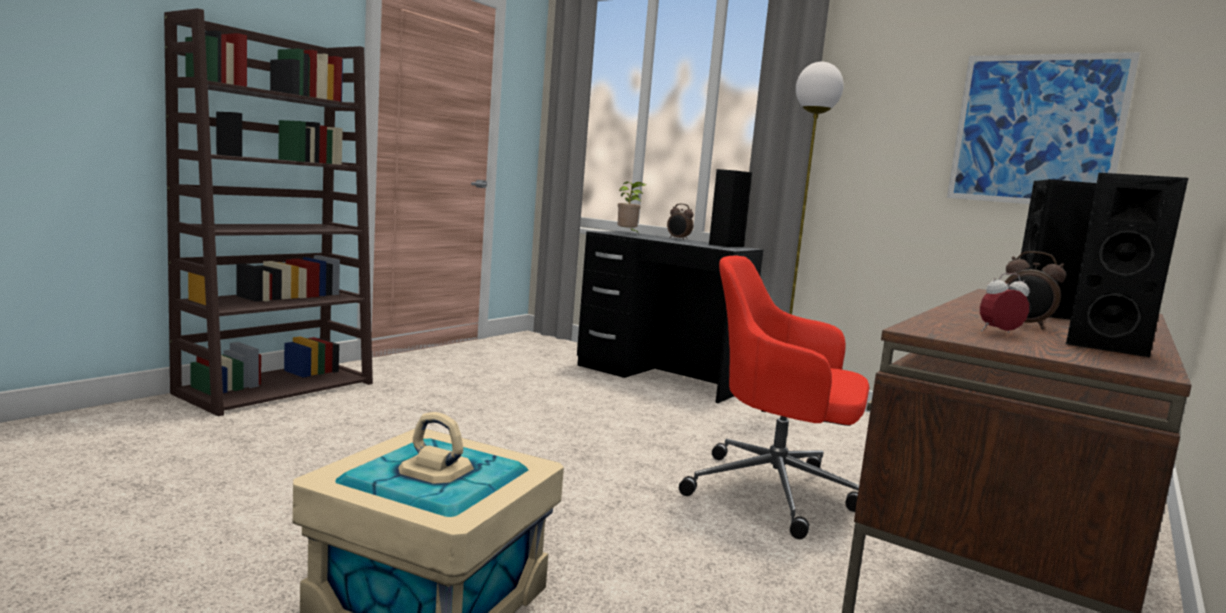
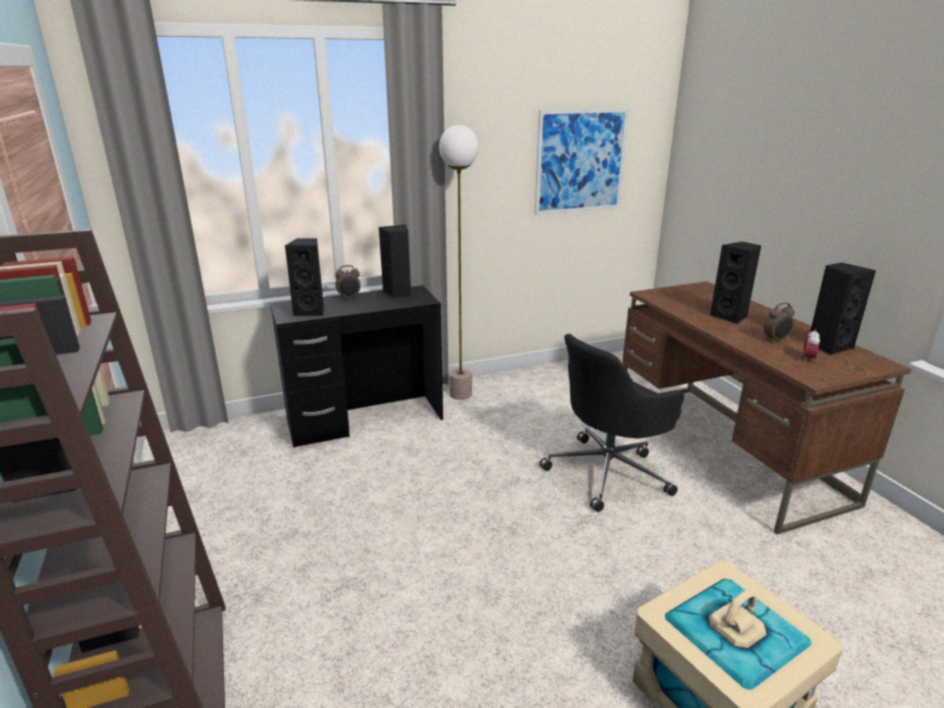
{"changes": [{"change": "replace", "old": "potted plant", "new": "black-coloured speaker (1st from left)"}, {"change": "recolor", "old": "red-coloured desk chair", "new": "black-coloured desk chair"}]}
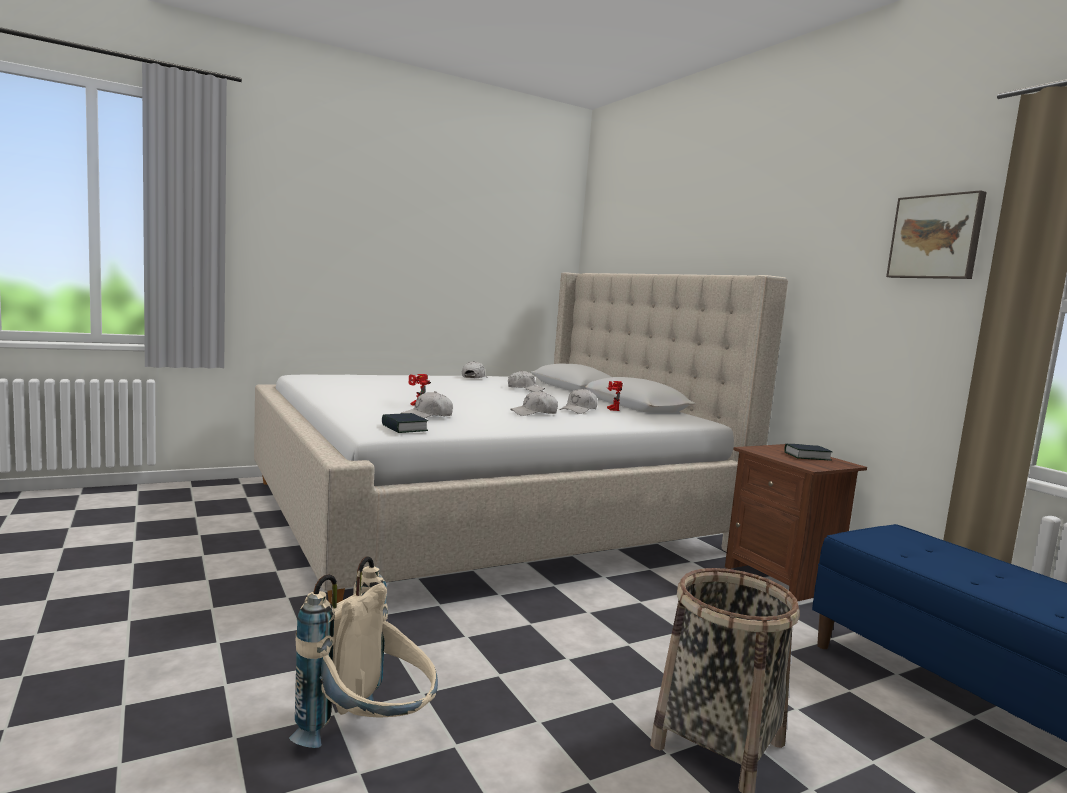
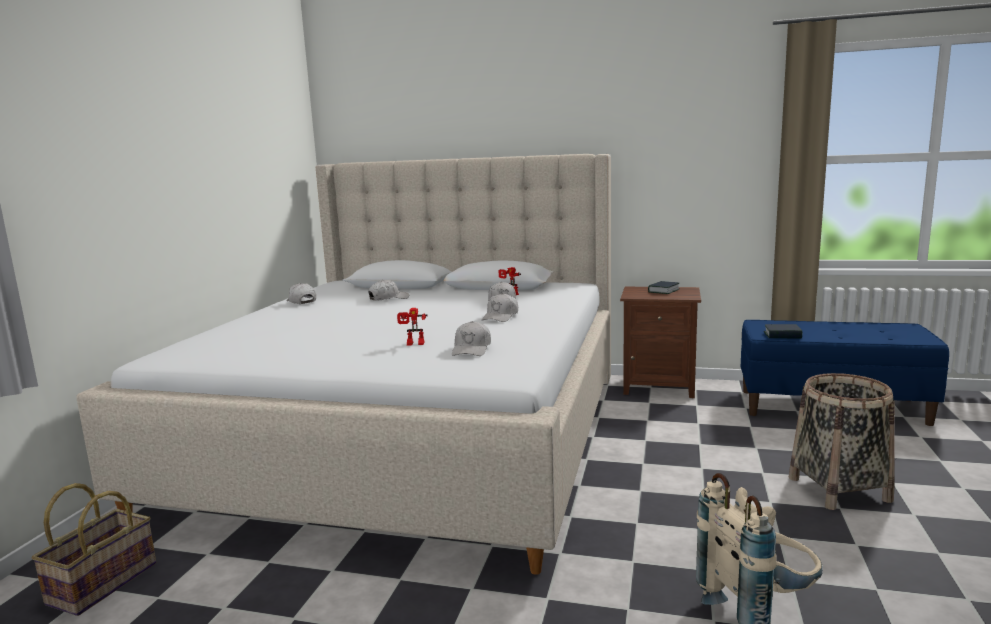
{"changes": [{"change": "insert", "new": "household basket (1st from left)"}, {"change": "move", "old": "volume (1st from left in the first image)", "new": "volume (2nd from left)"}, {"change": "delete", "old": "wall art"}]}
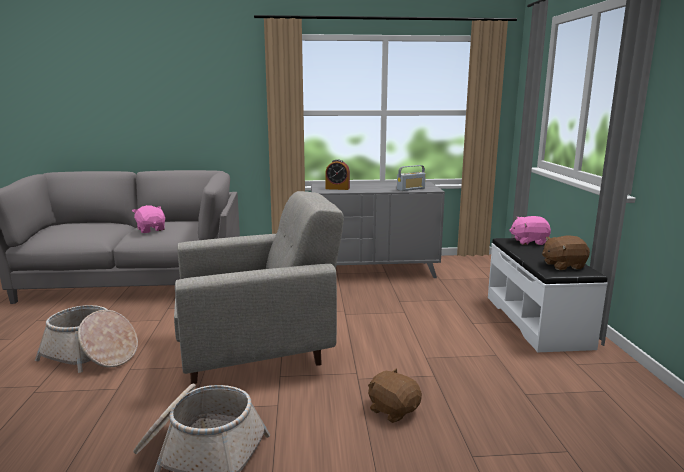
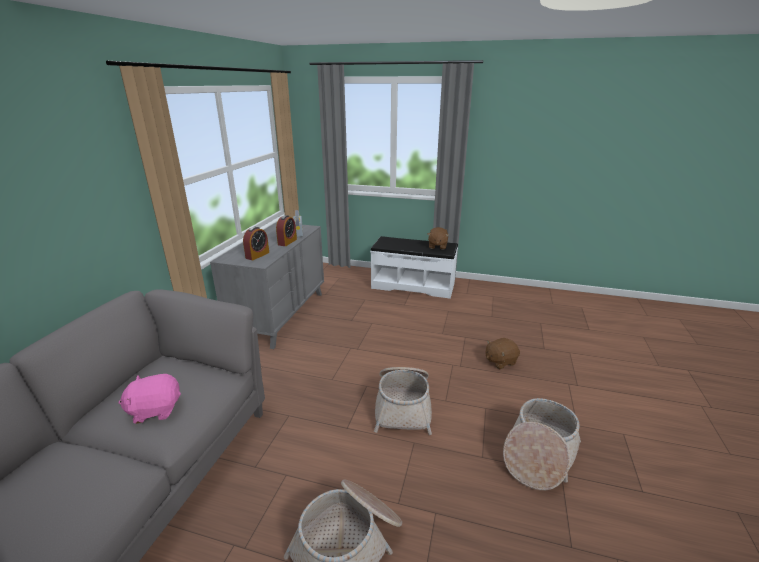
{"changes": [{"change": "insert", "new": "alarm clock (2nd from left)"}, {"change": "replace", "old": "grey easy chair", "new": "household basket (2nd from left)"}, {"change": "delete", "old": "pink-coloured cuddly toy (2nd from left)"}]}
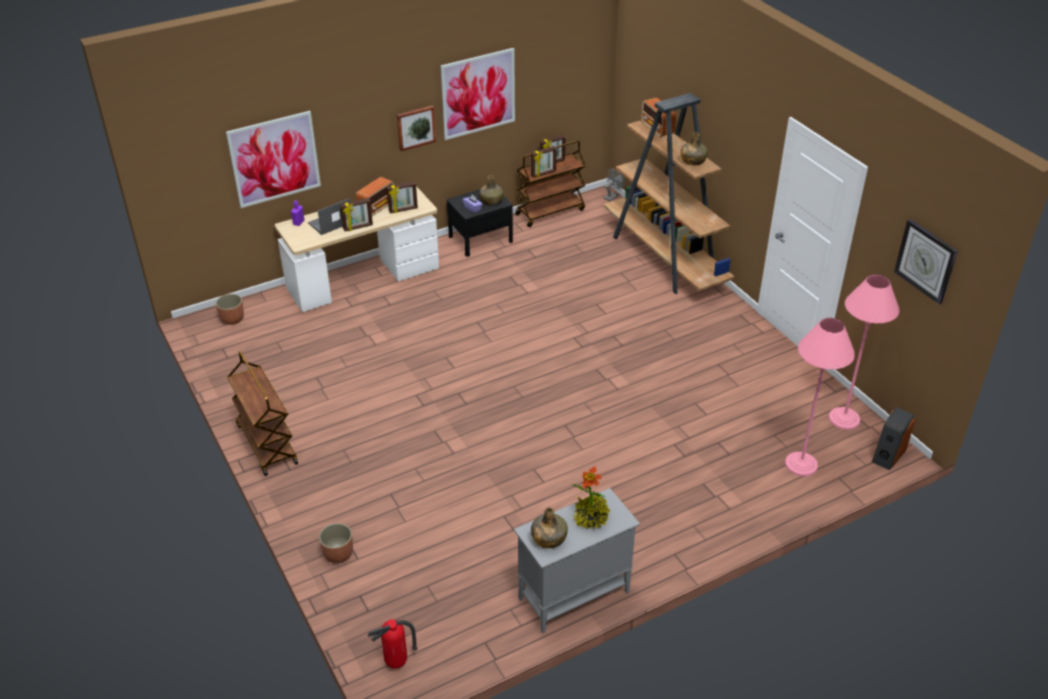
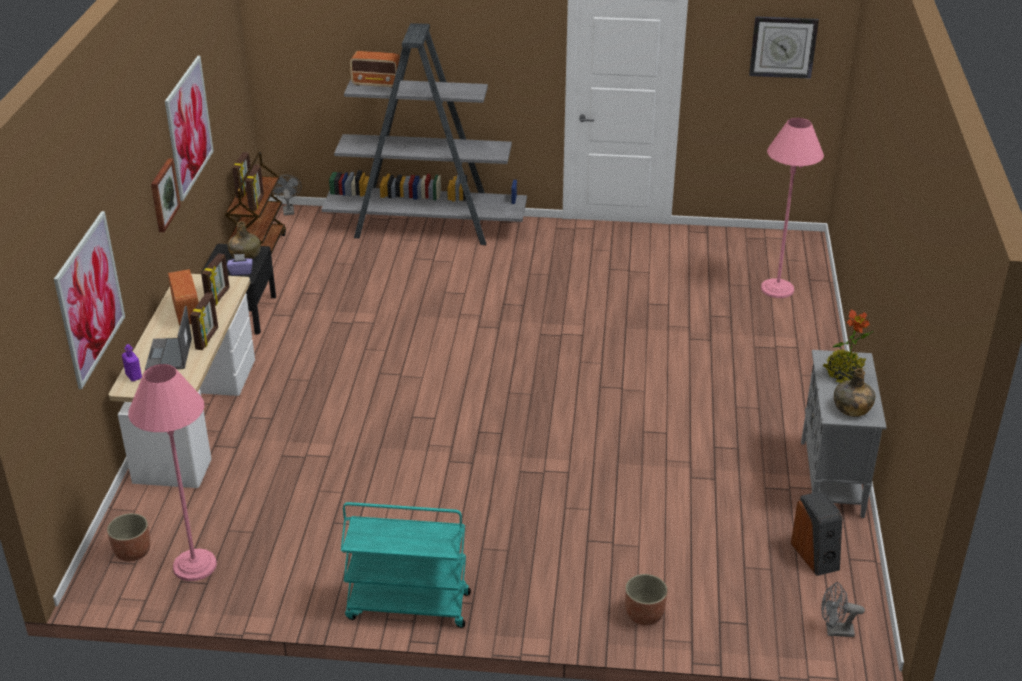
{"changes": [{"change": "move", "old": "pink-coloured floor lamp (2nd from left in the first image)", "new": "pink-coloured floor lamp (1st from left)"}, {"change": "recolor", "old": "brownish shelving unit", "new": "grey shelving unit"}, {"change": "recolor", "old": "brownish cart (1st from left)", "new": "turquoise cart"}, {"change": "move", "old": "speaker"}, {"change": "replace", "old": "fire extinguisher", "new": "grey cooling fan (2nd from left)"}, {"change": "delete", "old": "green bottle (3rd from left)"}]}
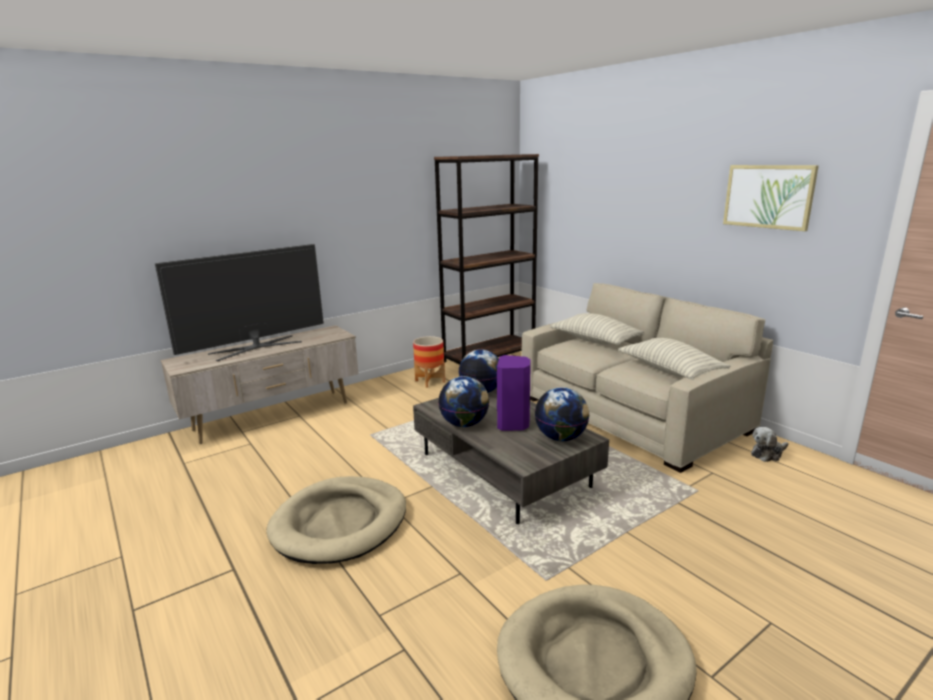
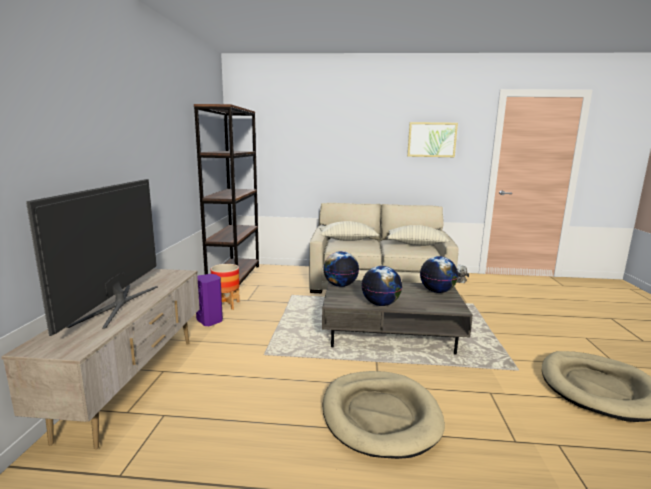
{"changes": [{"change": "move", "old": "purplish speaker"}]}
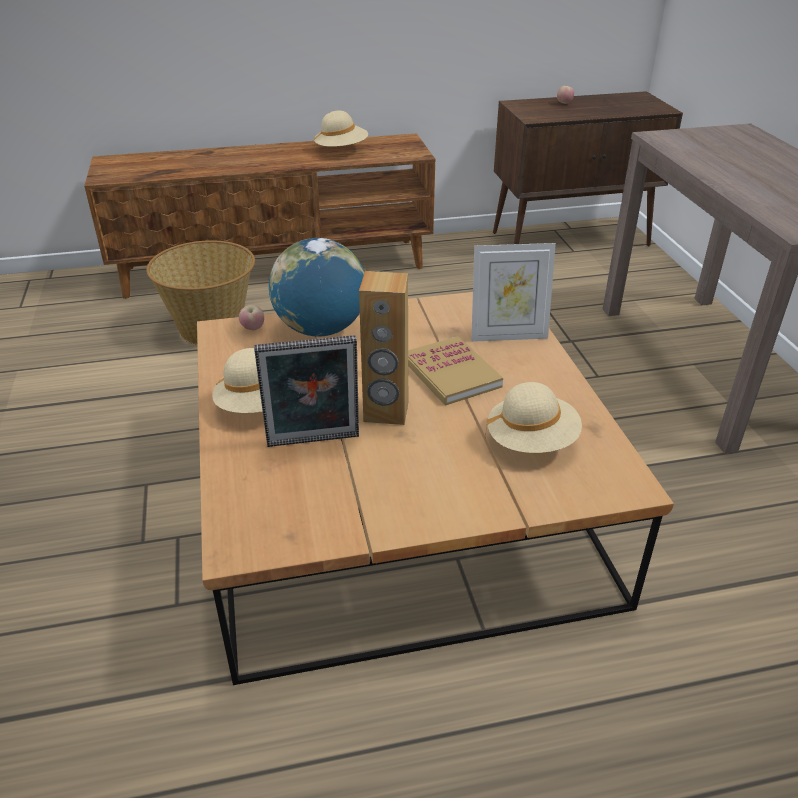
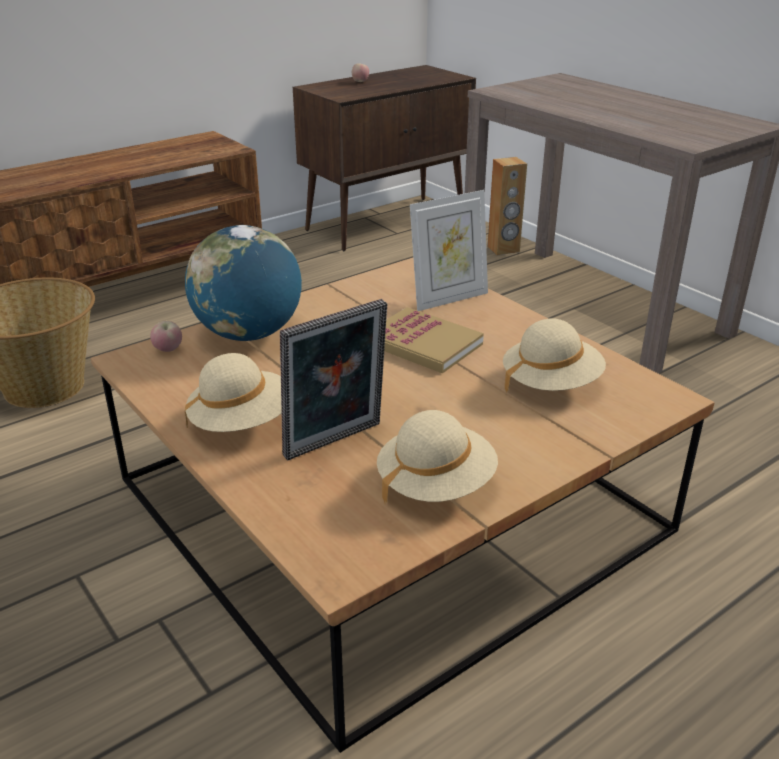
{"changes": [{"change": "move", "old": "sand-coloured wearable hat (2nd from left)"}, {"change": "move", "old": "brownish speaker"}]}
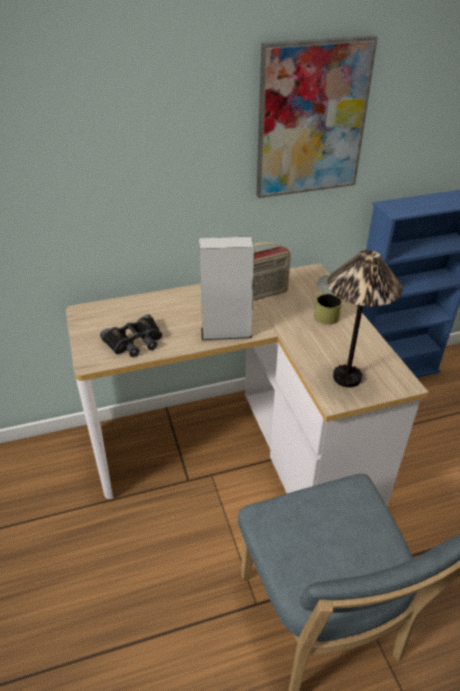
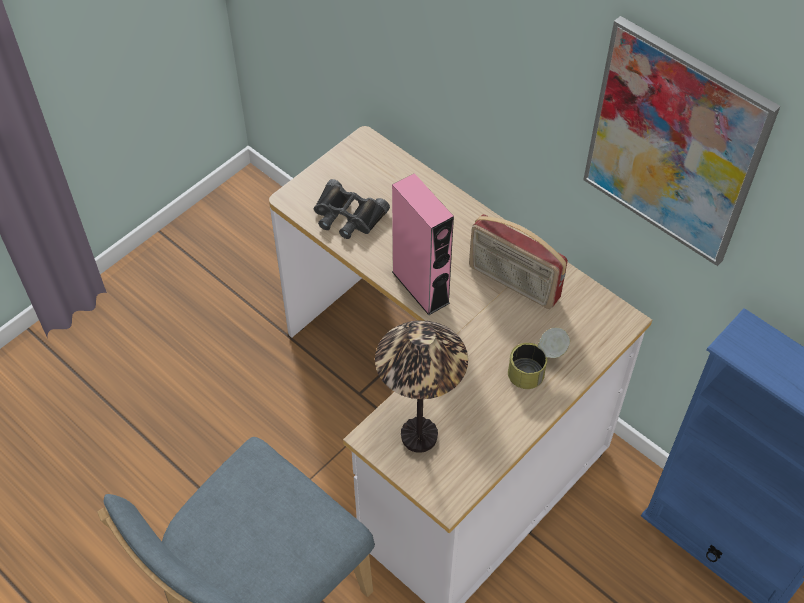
{"changes": [{"change": "recolor", "old": "grey speaker", "new": "pink-coloured speaker"}]}
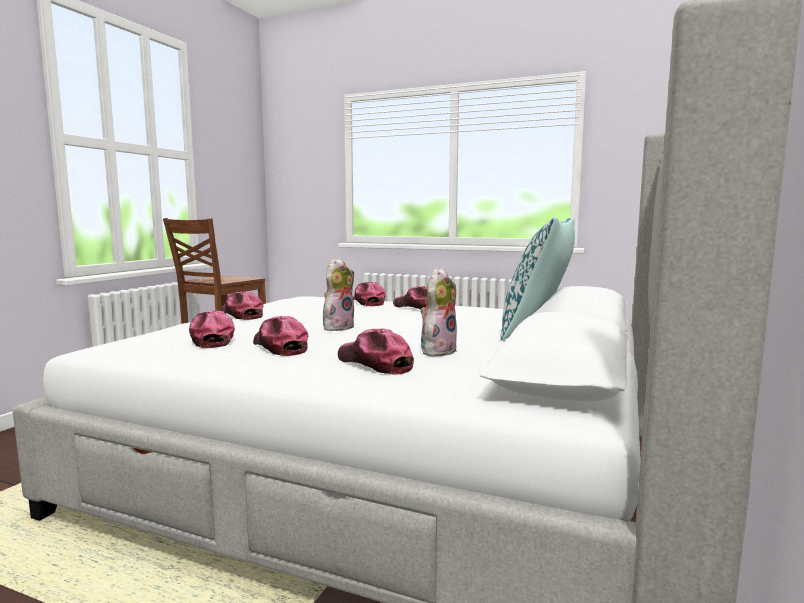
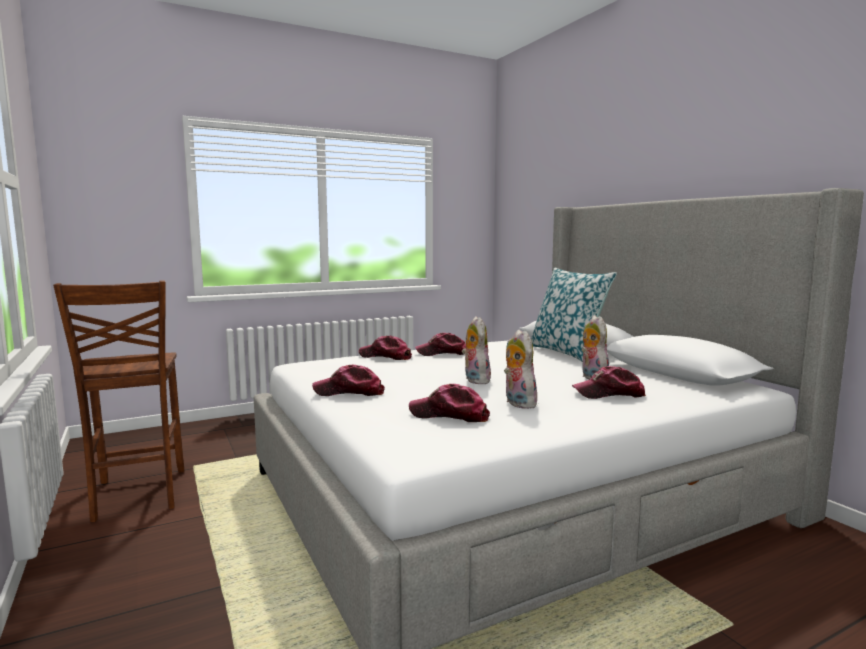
{"changes": [{"change": "replace", "old": "peaked cap (3rd from left)", "new": "cuddly toy (2nd from left)"}]}
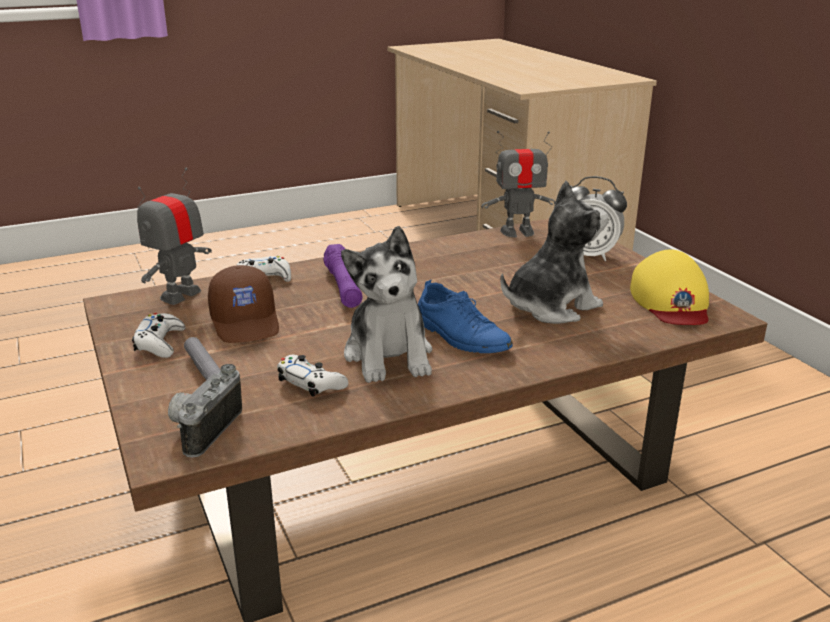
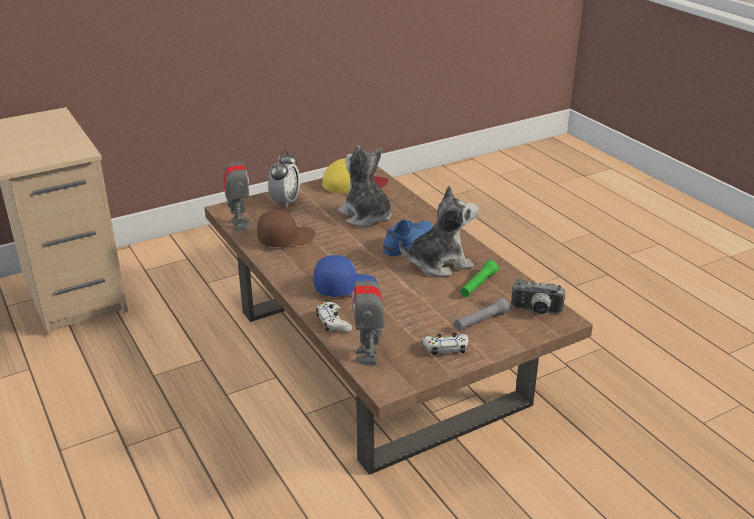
{"changes": [{"change": "move", "old": "brownish peaked cap"}, {"change": "replace", "old": "purplish flashlight", "new": "bluish peaked cap"}, {"change": "rotate", "old": "robot figure (1st from left in the first image)", "degrees": 60}, {"change": "replace", "old": "whitish game controller (3rd from left)", "new": "green flashlight"}]}
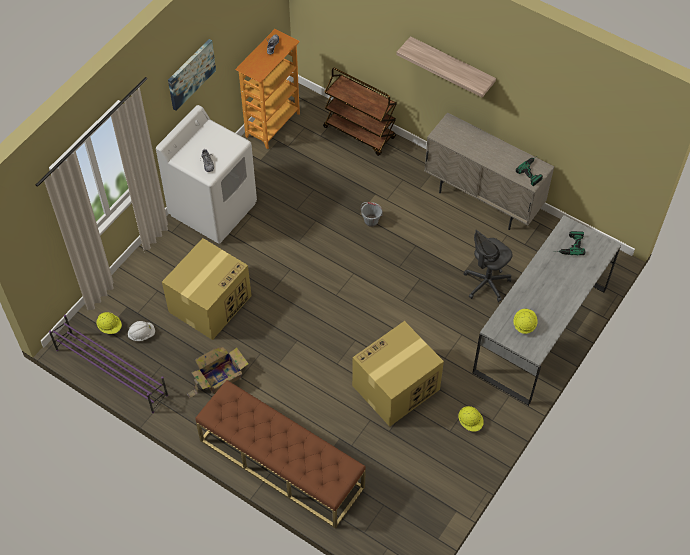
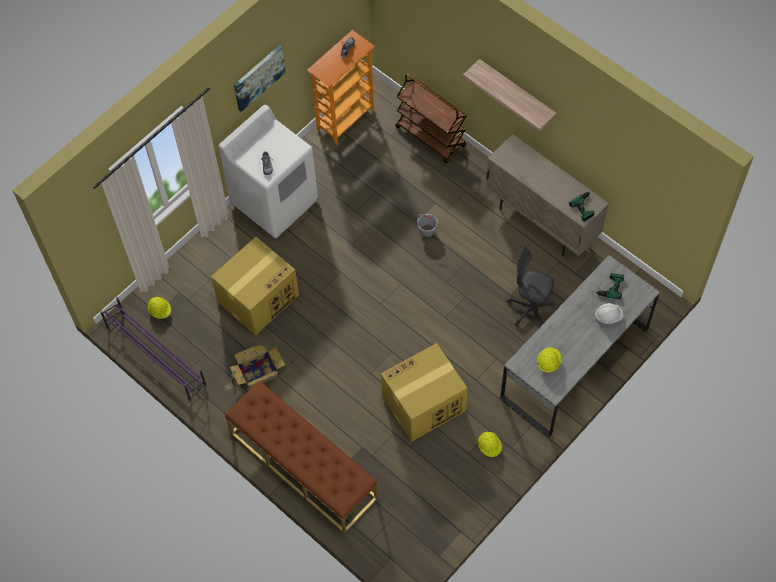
{"changes": [{"change": "rotate", "old": "grey desk chair", "degrees": 60}, {"change": "move", "old": "whitish work helmet"}]}
